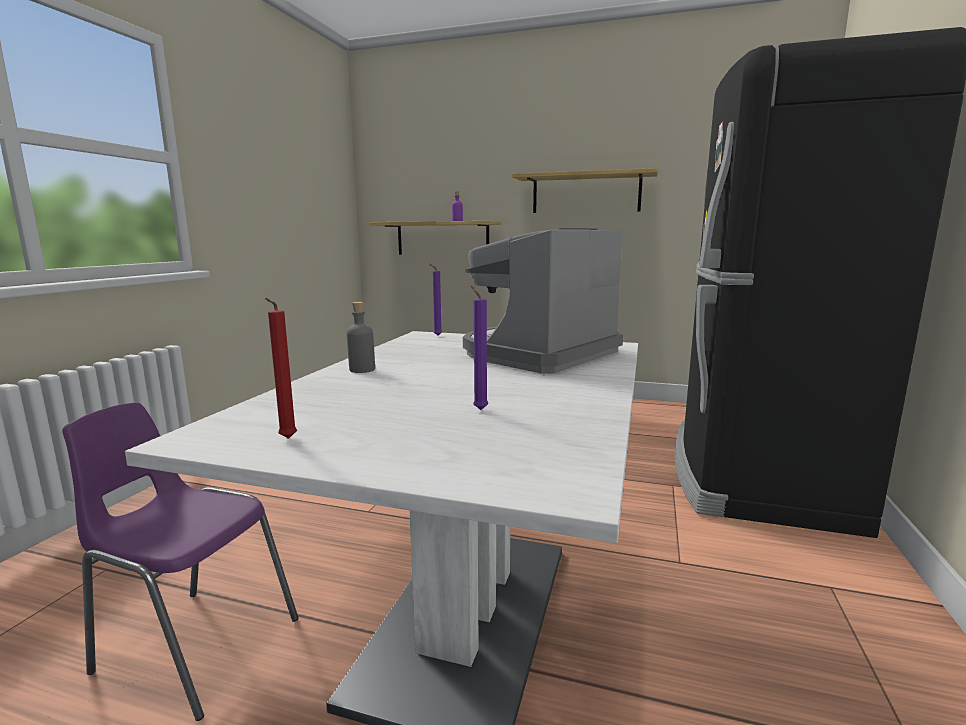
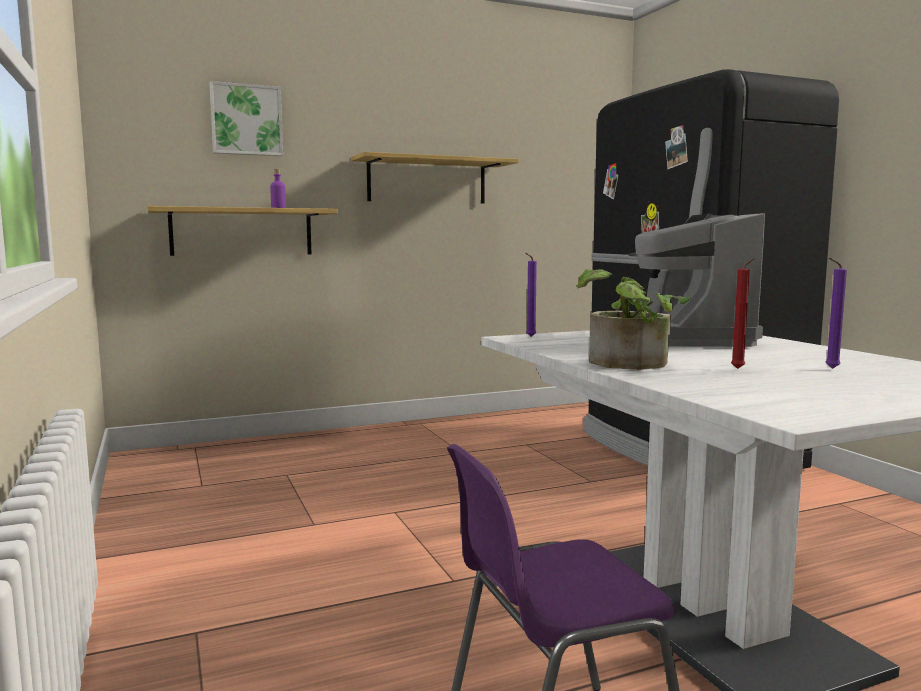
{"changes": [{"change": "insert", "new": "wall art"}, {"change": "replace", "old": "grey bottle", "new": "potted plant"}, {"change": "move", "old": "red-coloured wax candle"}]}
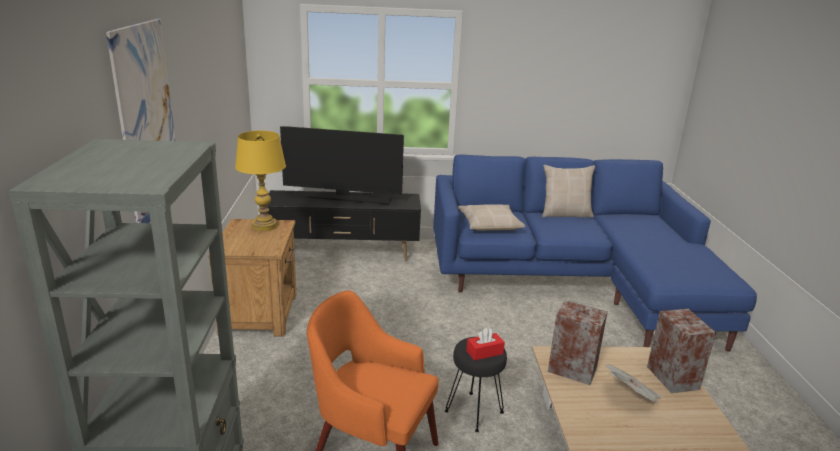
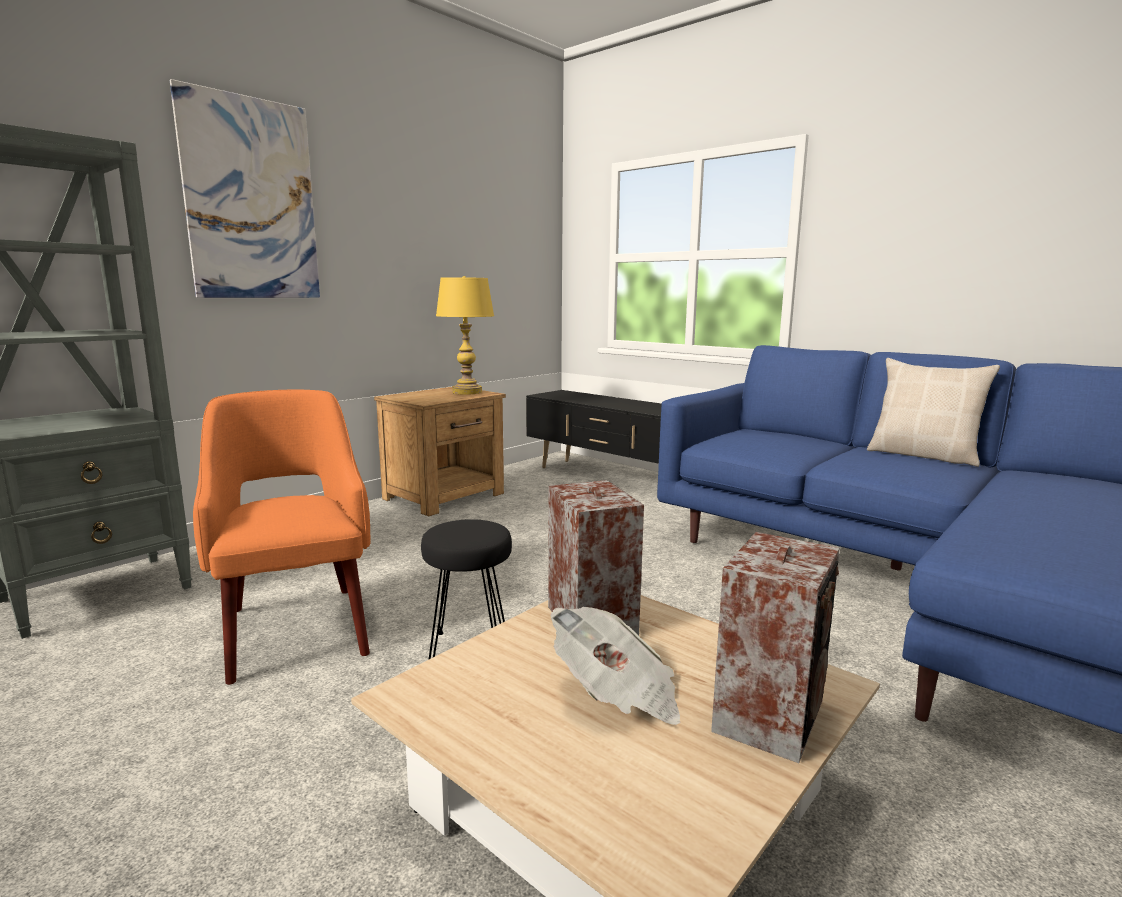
{"changes": [{"change": "delete", "old": "TV"}, {"change": "delete", "old": "sand-coloured pillow (1st from left)"}, {"change": "delete", "old": "red-coloured box of tissues"}]}
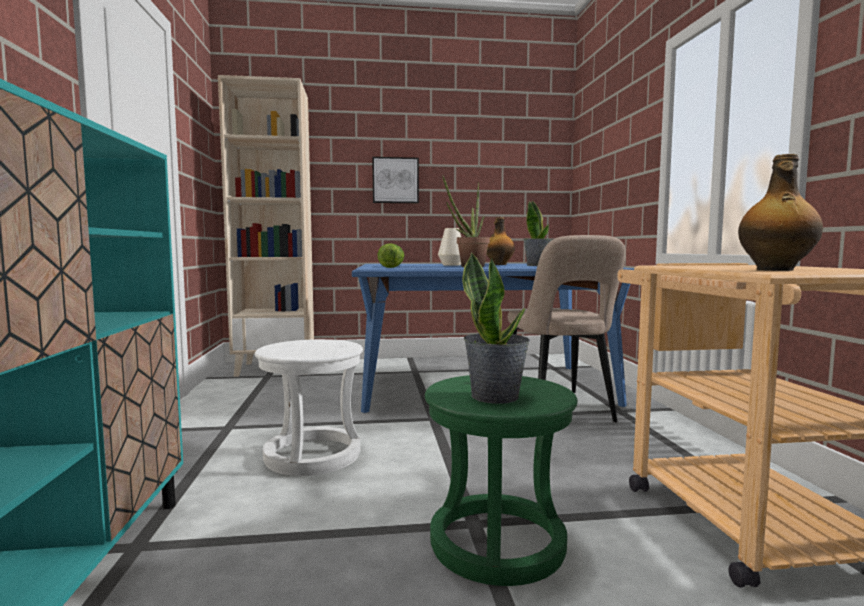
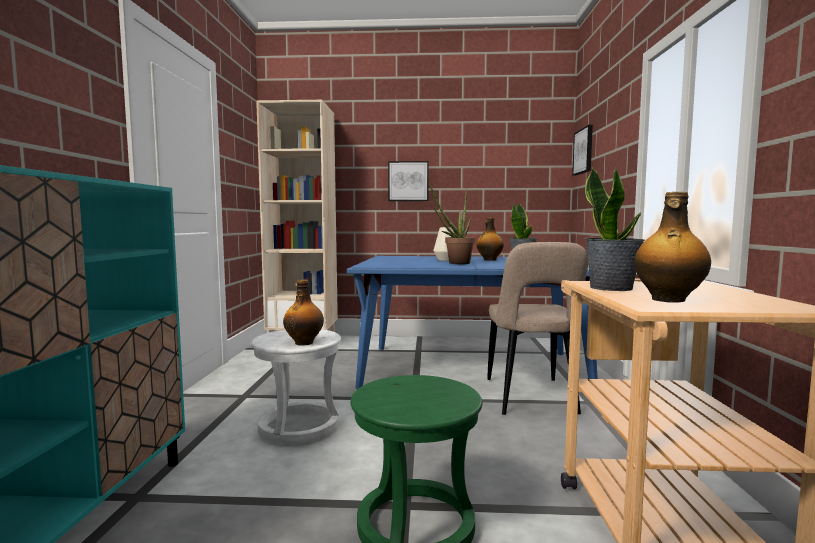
{"changes": [{"change": "insert", "new": "bottle (1st from left)"}, {"change": "insert", "new": "wall art (2nd from left)"}, {"change": "move", "old": "potted plant (2nd from left in the first image)", "new": "potted plant (3rd from left)"}, {"change": "delete", "old": "lettuce"}]}
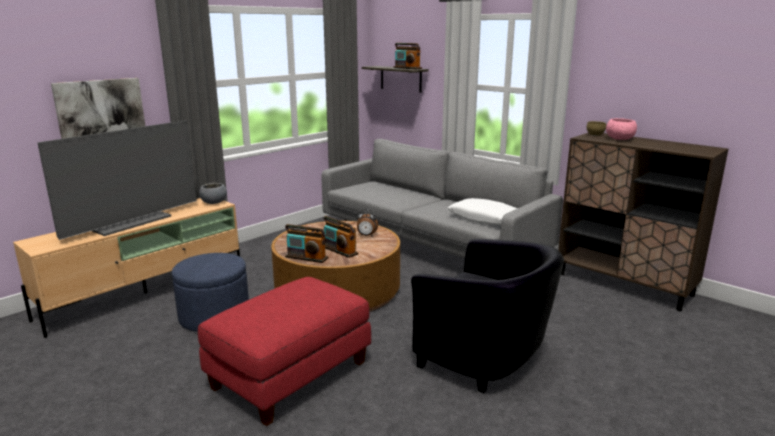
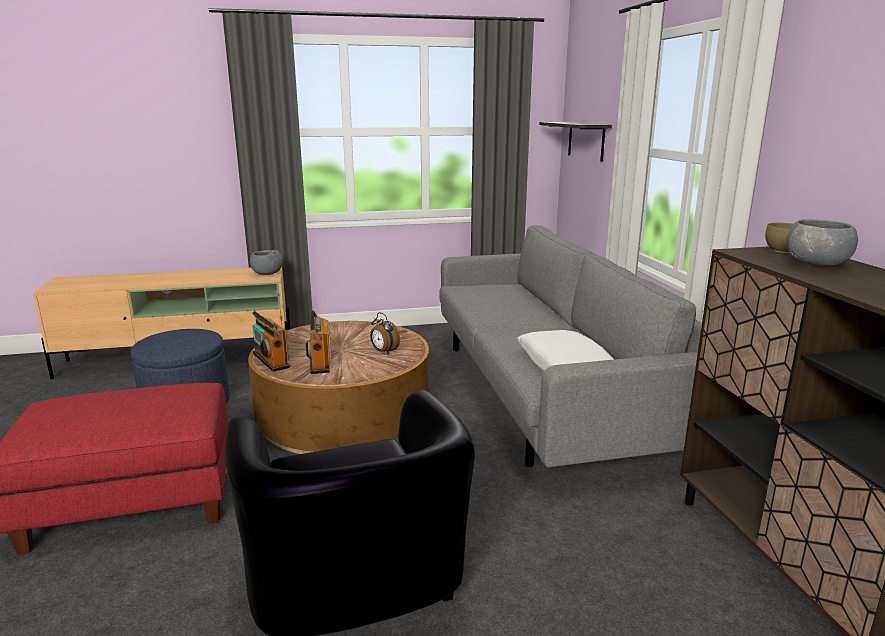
{"changes": [{"change": "recolor", "old": "pink-coloured serving bowl", "new": "grey serving bowl (2nd from left)"}, {"change": "delete", "old": "TV"}, {"change": "delete", "old": "wall art"}, {"change": "delete", "old": "radio receiver (3rd from left)"}]}
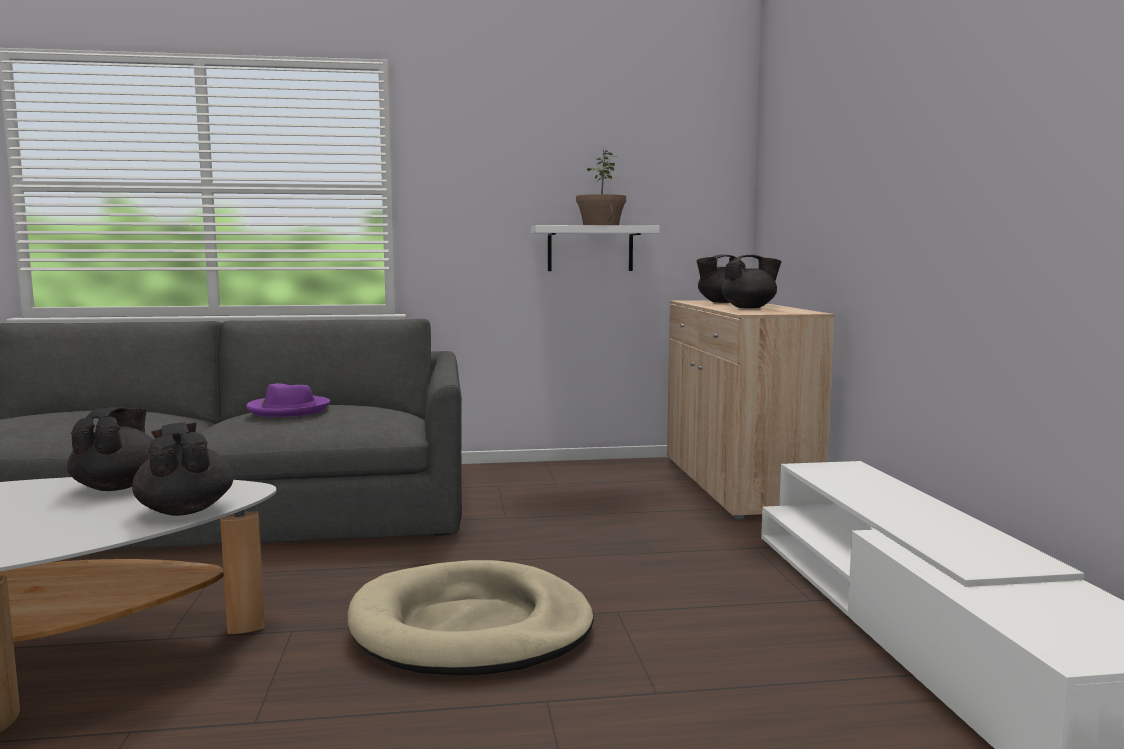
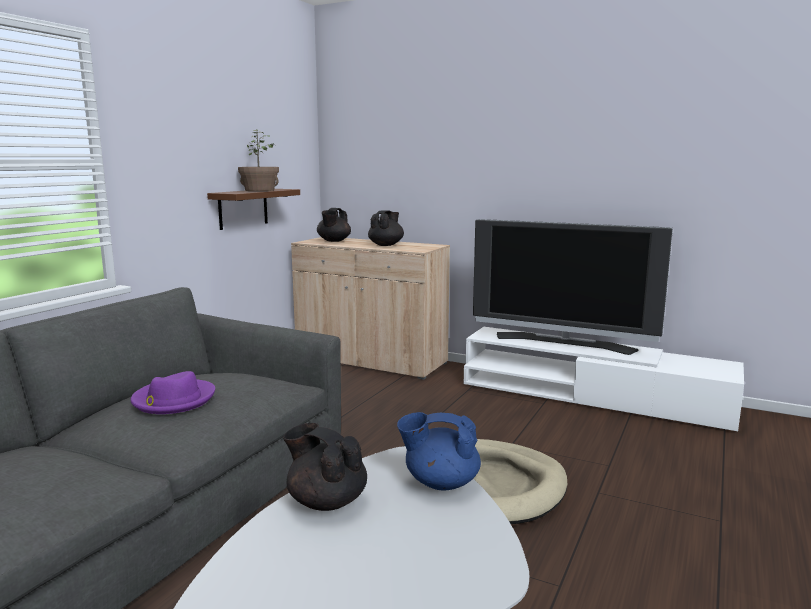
{"changes": [{"change": "recolor", "old": "whitish bracket shelf", "new": "brownish bracket shelf"}, {"change": "recolor", "old": "black-coloured teapot (2nd from left)", "new": "bluish teapot"}, {"change": "insert", "new": "TV"}]}
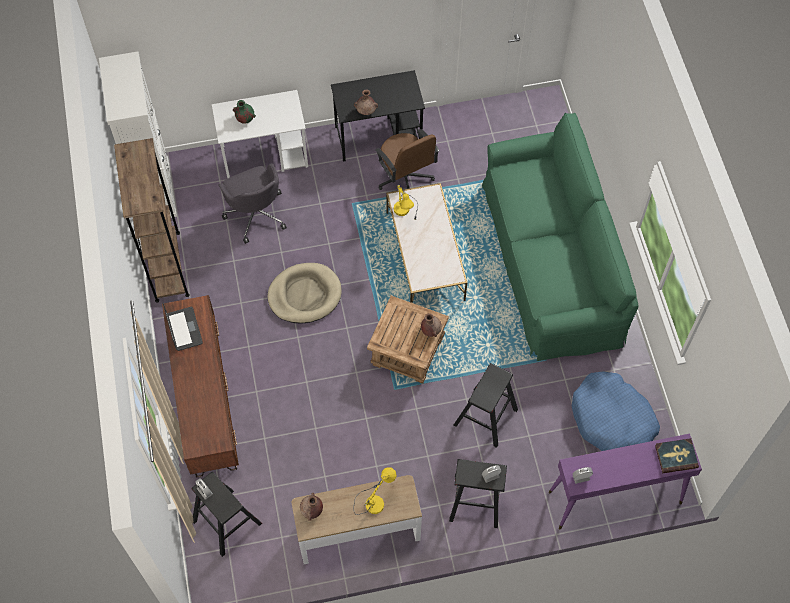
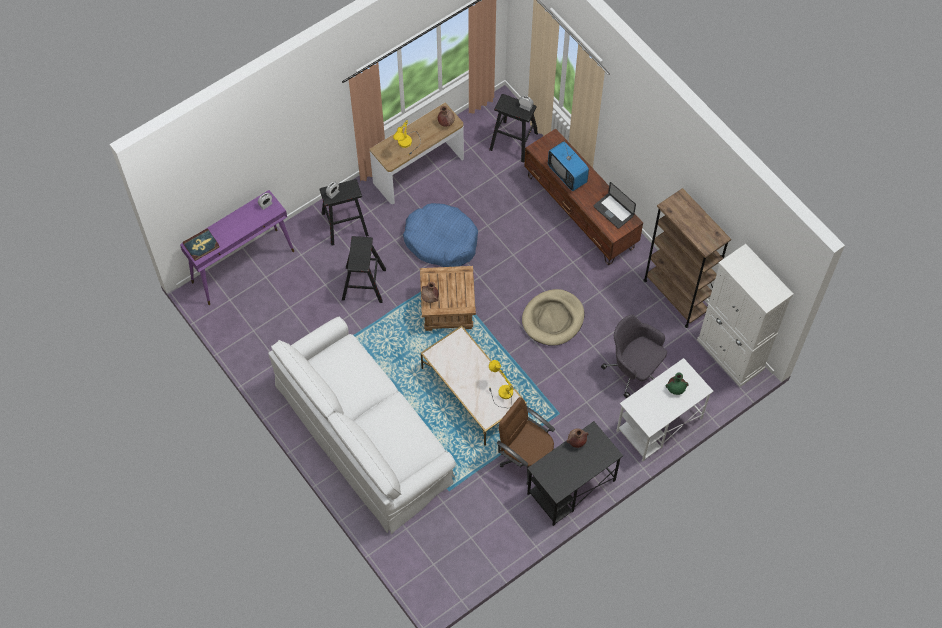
{"changes": [{"change": "recolor", "old": "green sofa", "new": "whitish sofa"}, {"change": "move", "old": "bluish dog cushion"}, {"change": "insert", "new": "TV"}]}
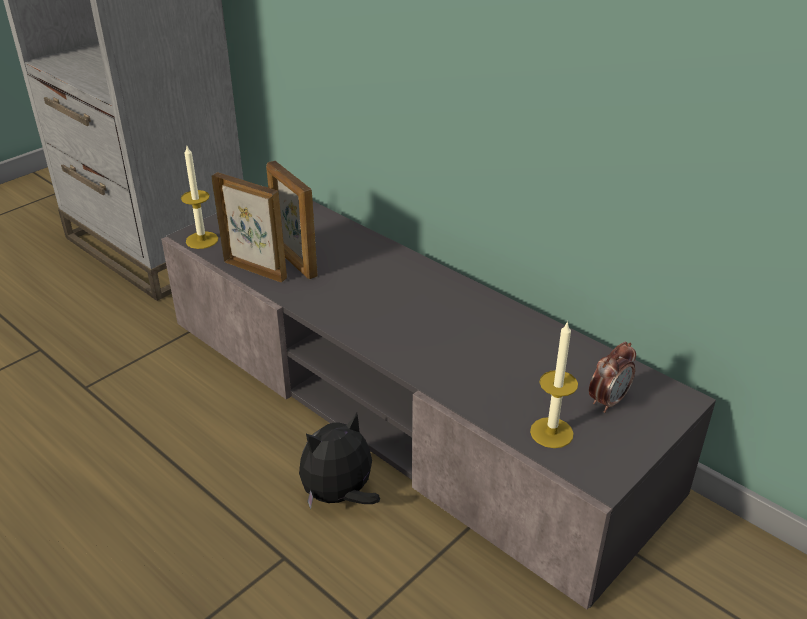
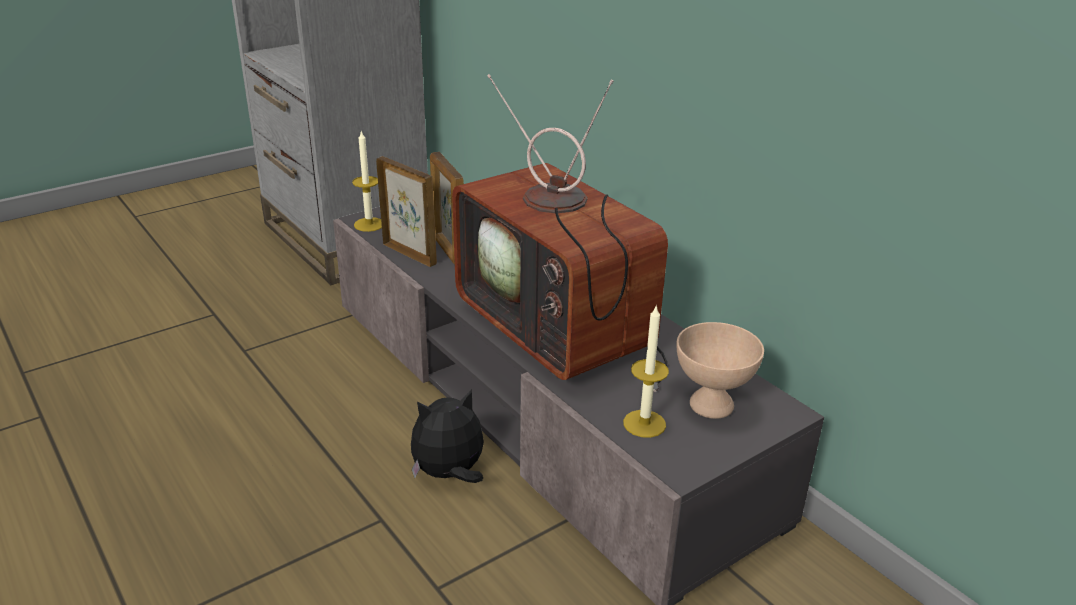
{"changes": [{"change": "insert", "new": "TV"}, {"change": "replace", "old": "alarm clock", "new": "sand-coloured serving bowl"}]}
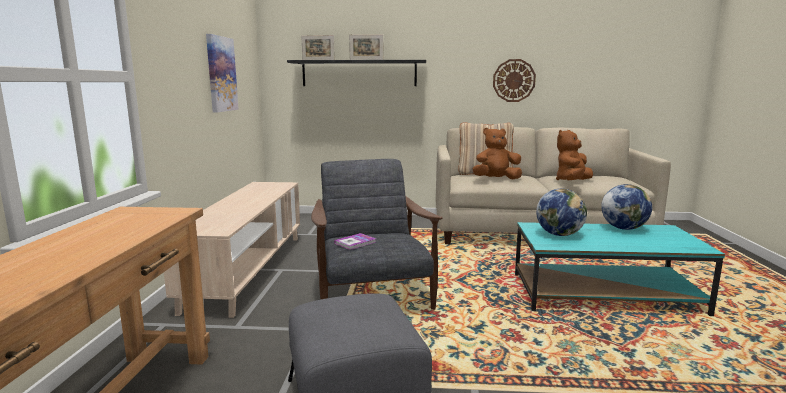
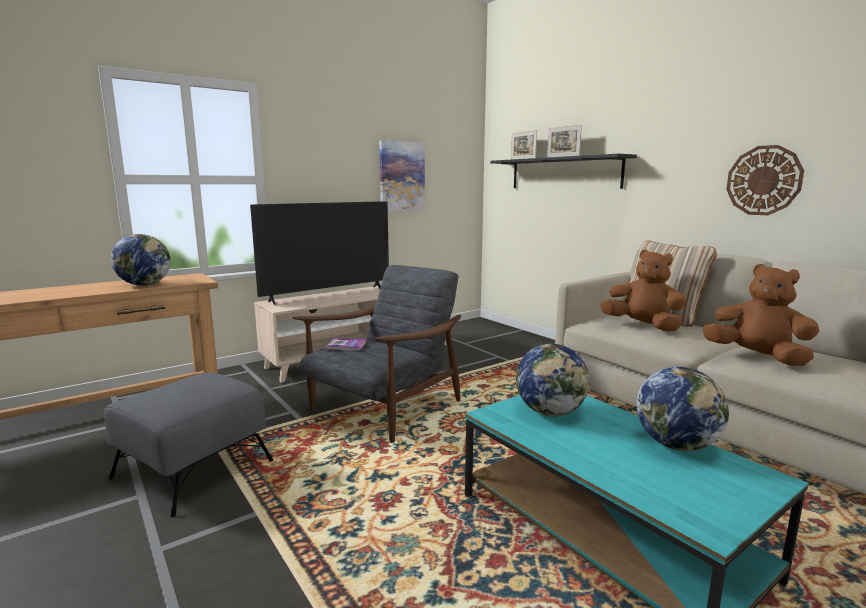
{"changes": [{"change": "insert", "new": "desk globe (1st from left)"}, {"change": "insert", "new": "TV"}, {"change": "rotate", "old": "brownish cuddly toy (2nd from left)", "degrees": 45}]}
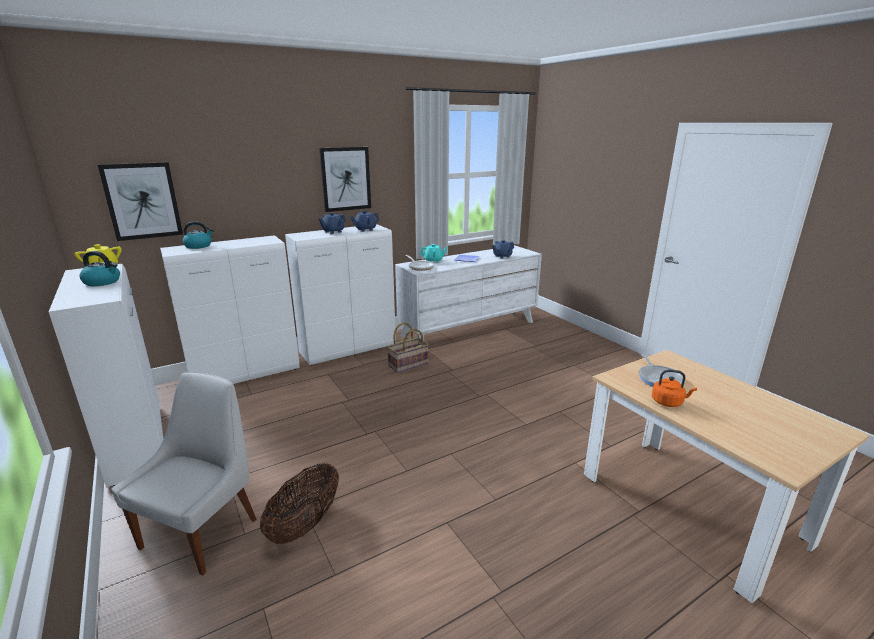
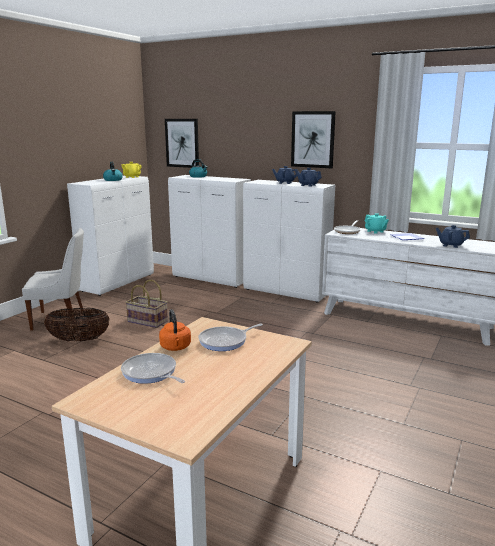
{"changes": [{"change": "insert", "new": "skillet (1st from left)"}, {"change": "move", "old": "household basket (2nd from left)"}]}
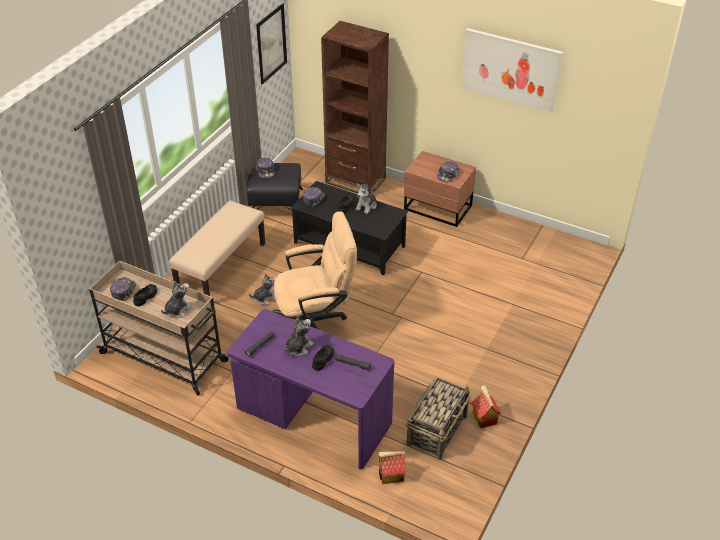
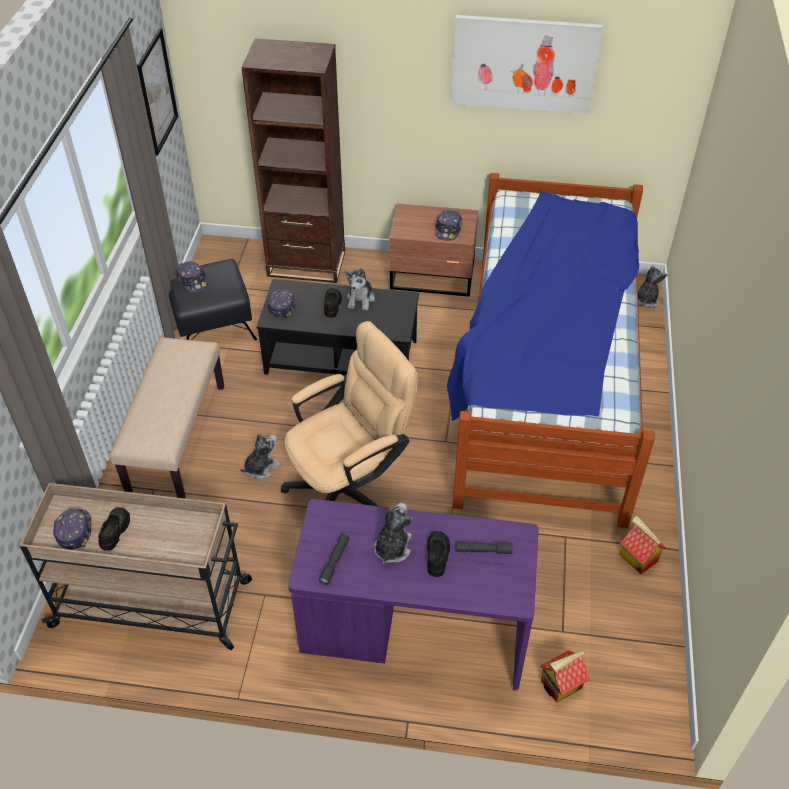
{"changes": [{"change": "insert", "new": "sleeping bed"}, {"change": "move", "old": "cuddly toy (1st from left in the first image)", "new": "cuddly toy (4th from left)"}, {"change": "delete", "old": "household basket"}]}
